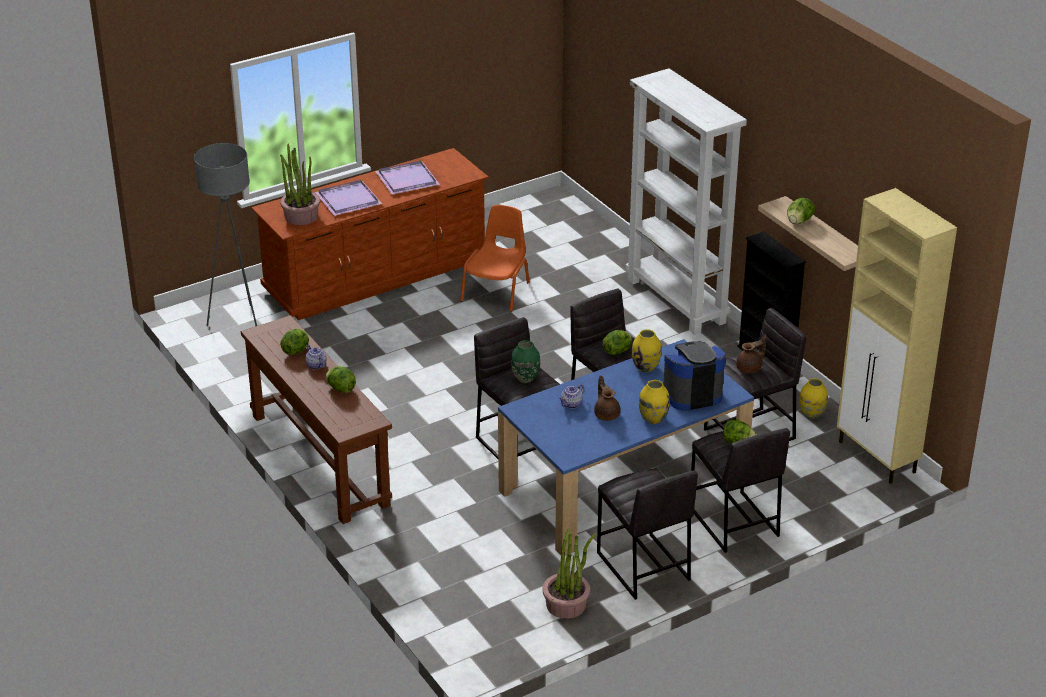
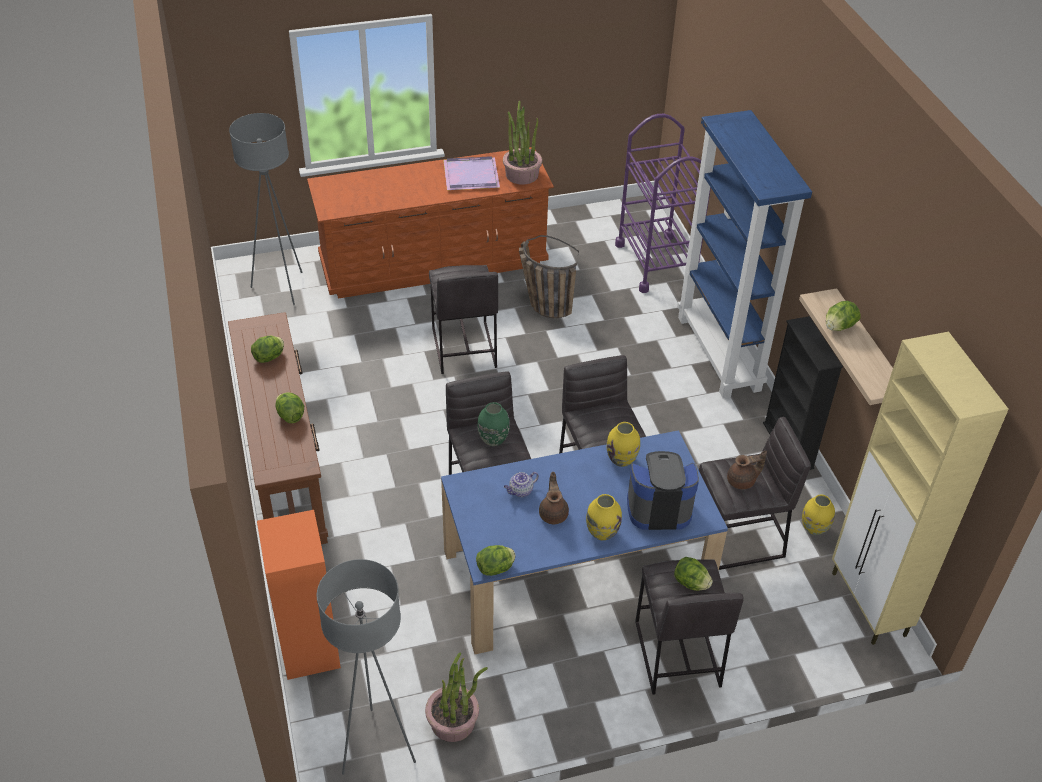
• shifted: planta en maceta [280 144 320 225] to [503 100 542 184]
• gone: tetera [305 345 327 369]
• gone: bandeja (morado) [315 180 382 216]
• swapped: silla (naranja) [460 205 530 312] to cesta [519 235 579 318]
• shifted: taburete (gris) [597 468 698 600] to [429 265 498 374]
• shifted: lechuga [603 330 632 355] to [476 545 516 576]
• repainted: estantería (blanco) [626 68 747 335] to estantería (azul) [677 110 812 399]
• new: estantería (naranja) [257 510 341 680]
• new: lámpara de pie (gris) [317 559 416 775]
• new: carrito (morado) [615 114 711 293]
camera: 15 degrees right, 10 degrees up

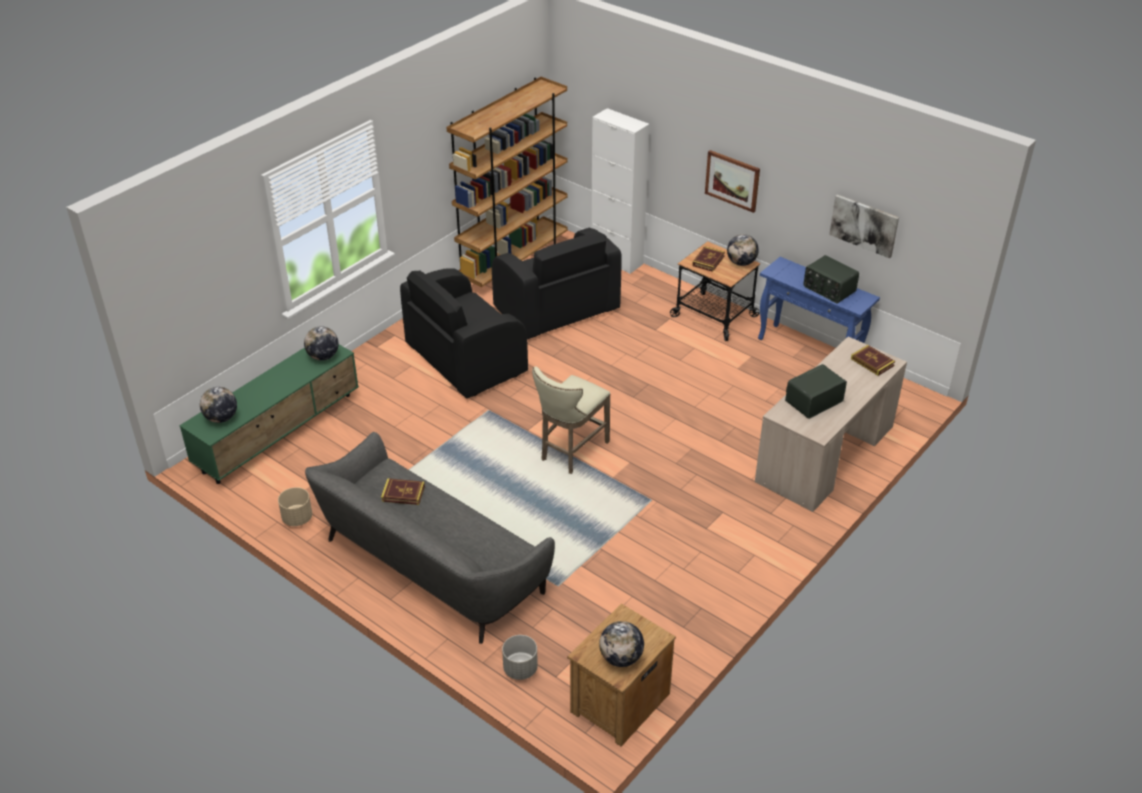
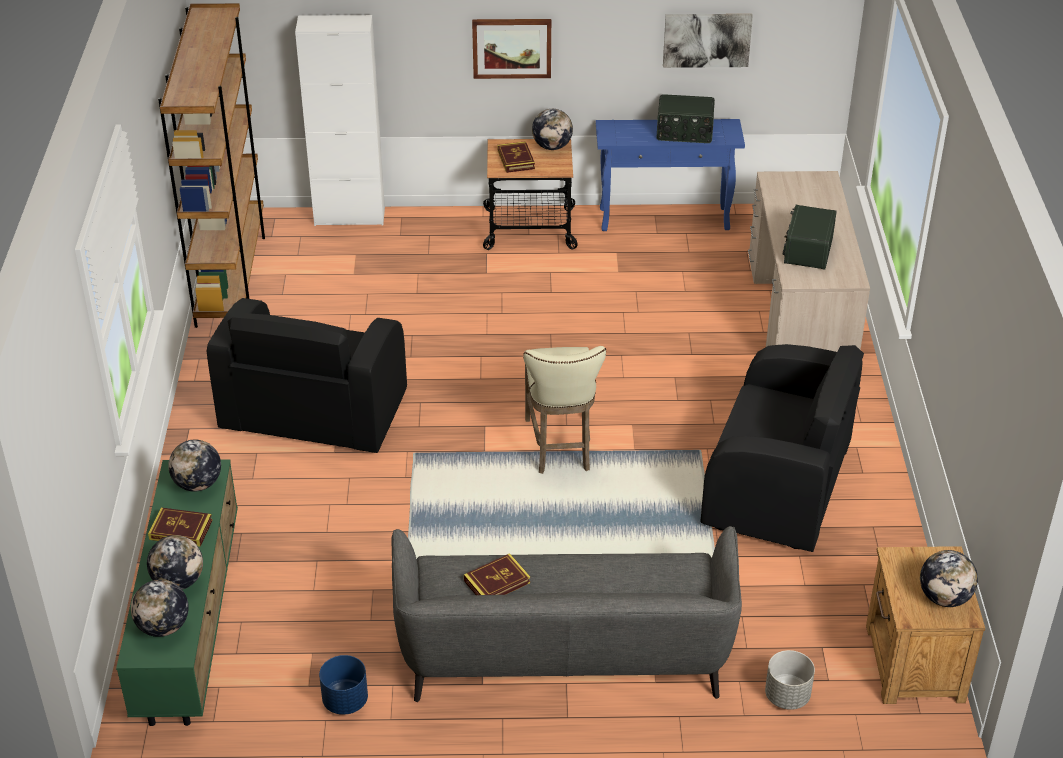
• repainted: maceta (beis) [278 487 312 526] to maceta (azul) [319 655 368 715]
• shifted: sillón (negro) [492 228 622 339] to [700 344 864 552]
• shifted: libro [851 345 895 376] to [148 507 212 547]
• new: globo terráqueo [147 535 203 590]
camera: 40 degrees left, 0 degrees up

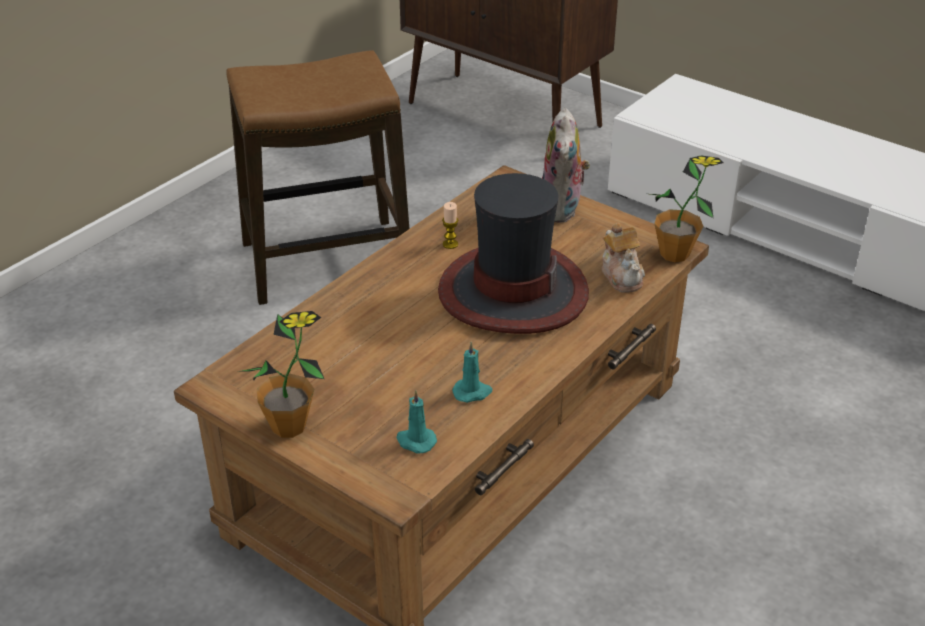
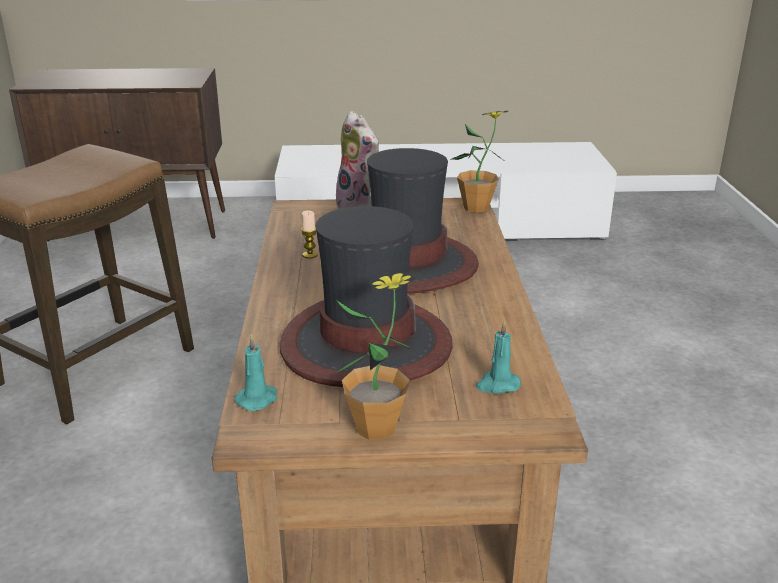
• shifted: vela (turquesa) [452 341 492 403] to [235 335 277 411]
• gone: tetera [602 223 645 293]
• new: sombrero [280 206 453 387]
camera: 40 degrees left, 10 degrees down

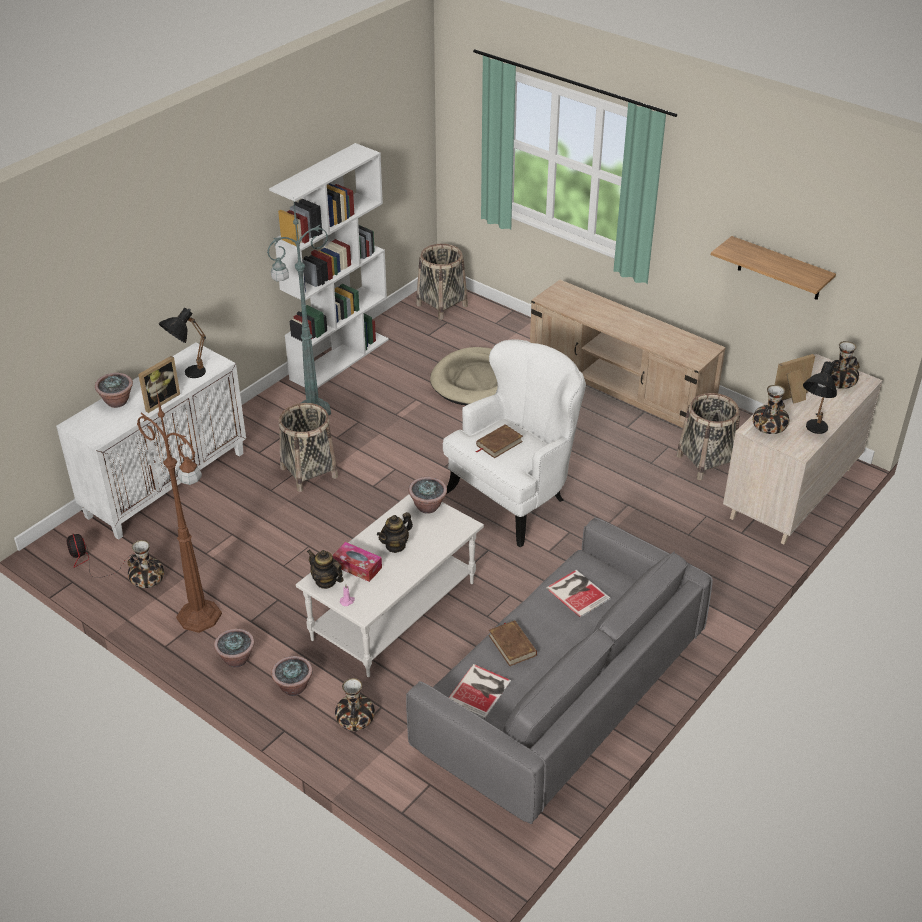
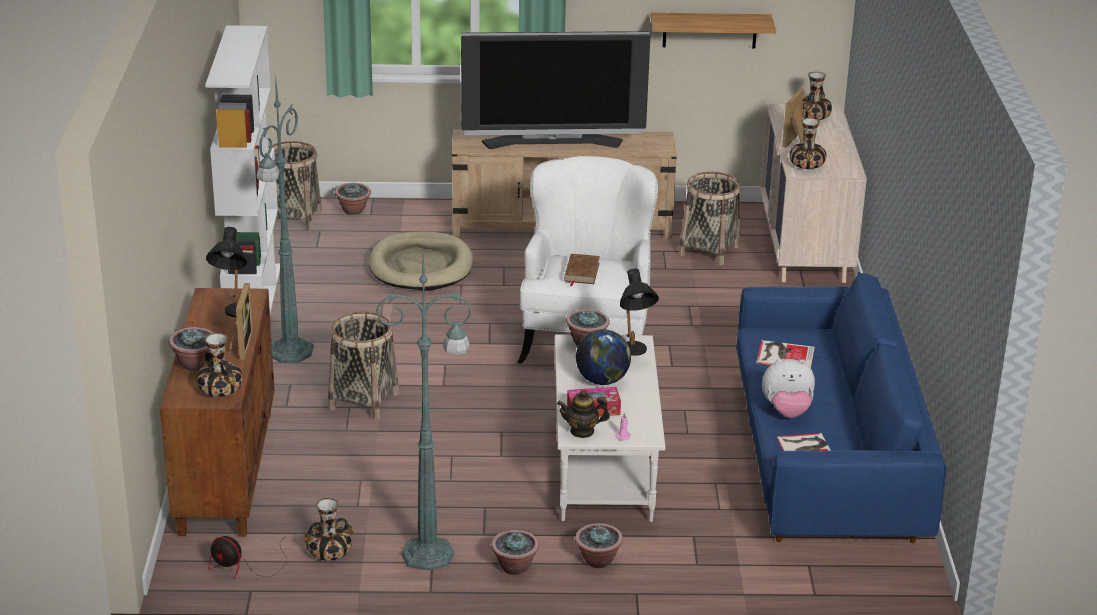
• repainted: armario (blanco) [56 342 246 540] to armario (marrón) [160 288 275 537]
• repainted: lámpara de pie (marrón) [137 389 222 633] to lámpara de pie (verde) [376 252 472 571]
• shifted: florero [335 678 375 731] to [196 333 243 397]
• swapped: tetera [377 512 413 553] to globo terráqueo [576 329 631 385]
• repainted: sofá (gris) [406 518 713 824] to sofá (azul) [736 272 946 543]
• swapped: libro (marrón) [489 620 537 666] to peluche [762 359 815 418]
• shifted: lámpara de mesa (negro) [803 362 837 434] to [620 269 659 356]
• new: planta en maceta [335 183 371 215]
• new: televisor [461 31 650 149]
camera: 40 degrees left, 10 degrees down

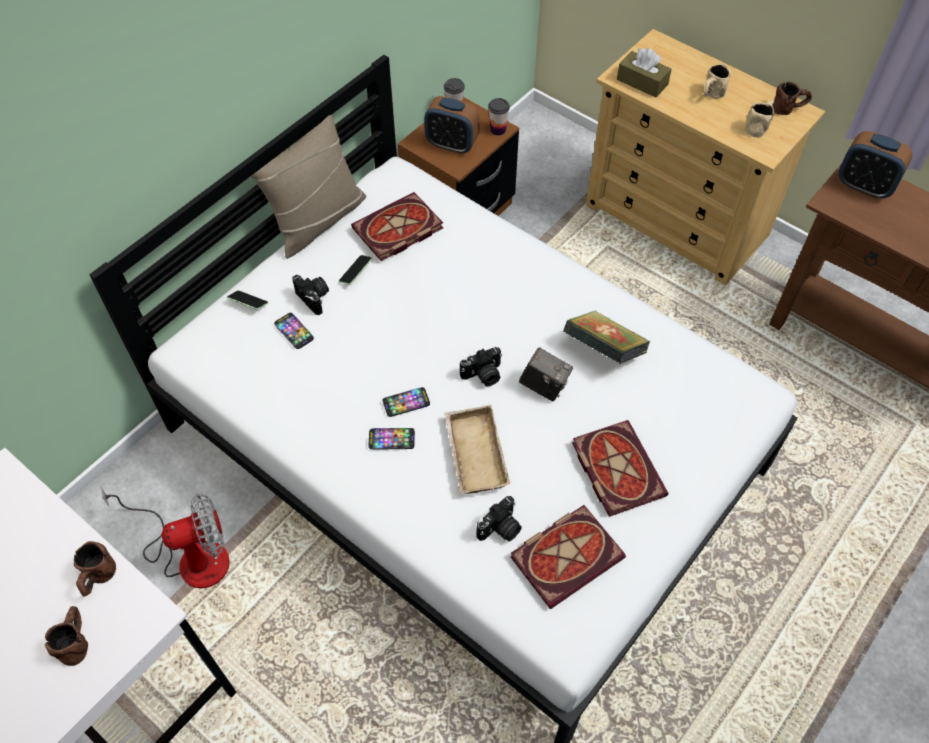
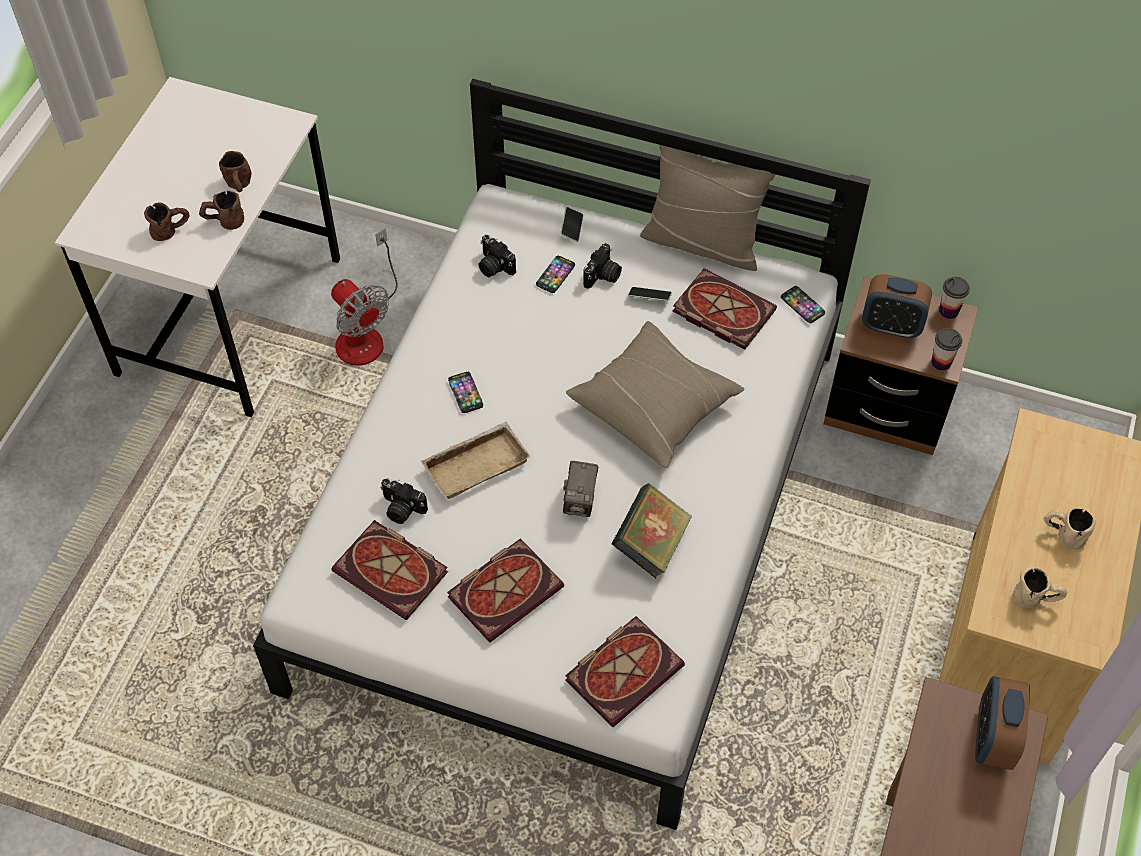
• shifted: móvil [383 387 430 417] to [781 286 825 323]
• rotated: despertador [424 96 480 154] = [862 274 932 338] 75 degrees counterclockwise
• shifted: cámara [460 347 502 386] to [479 235 516 277]
• gone: caja de pañuelos (marrón) [617 48 672 97]
• shifted: taza grande (marrón) [773 82 812 115] to [219 151 251 192]
• new: libro [565 616 685 727]
• new: cojín (beis) [566 321 745 468]
camera: 70 degrees right, 0 degrees up

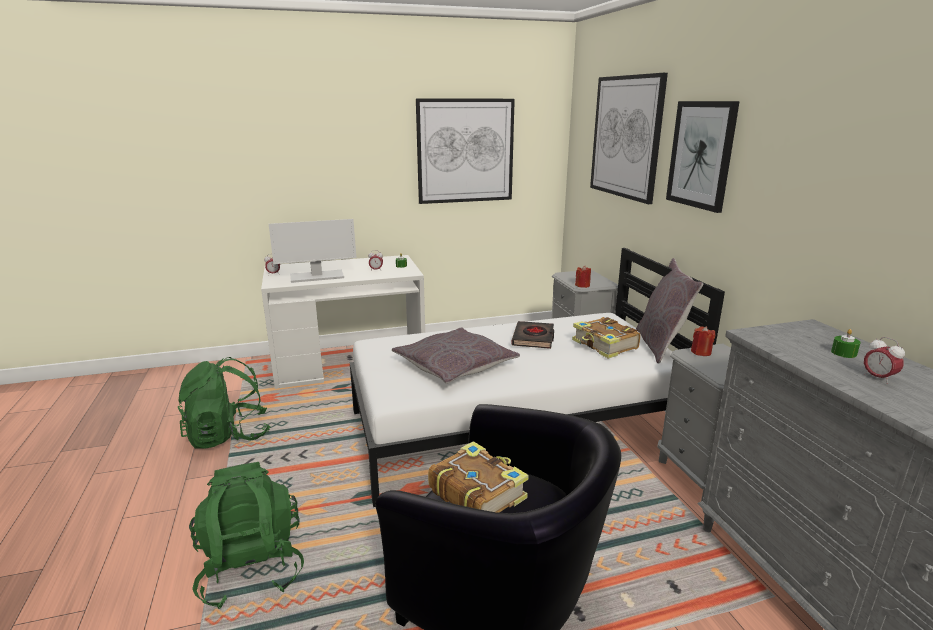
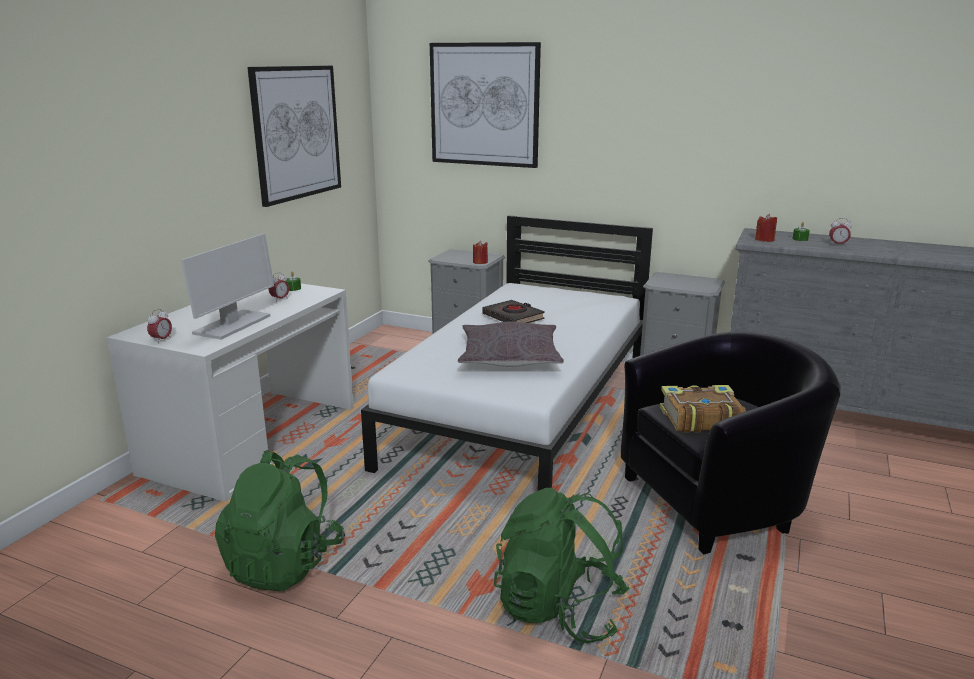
• gone: libro [572 317 640 359]
• gone: cojín (gris) [636 258 703 363]
• gone: cuadro [666 101 740 213]
• shifted: vela (rojo) [691 326 715 356] to [755 214 777 242]
camera: 50 degrees left, 0 degrees up

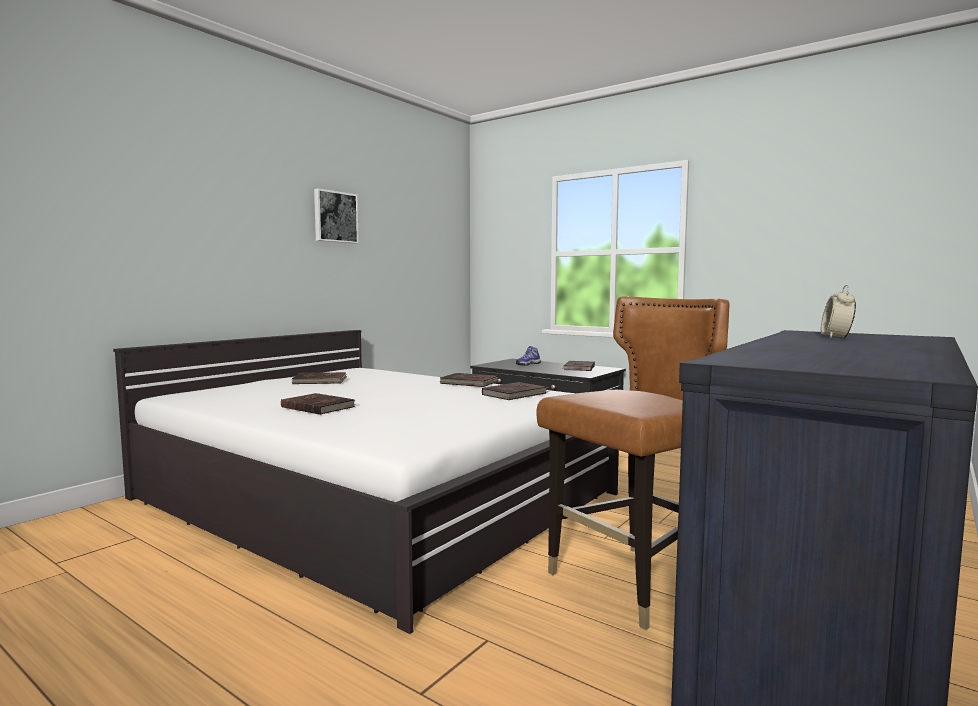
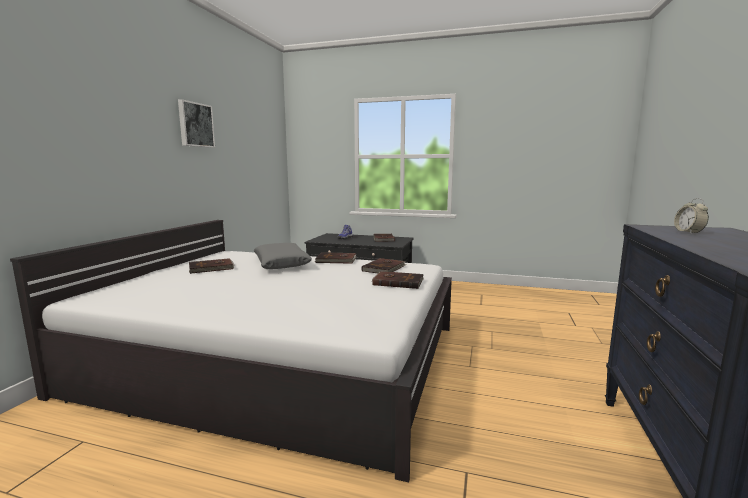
• shifted: libro (marrón) [281 393 355 415] to [372 271 424 289]
• gone: silla (marrón) [536 296 730 630]
• new: cojín (gris) [254 243 312 269]
camera: 20 degrees left, 5 degrees up

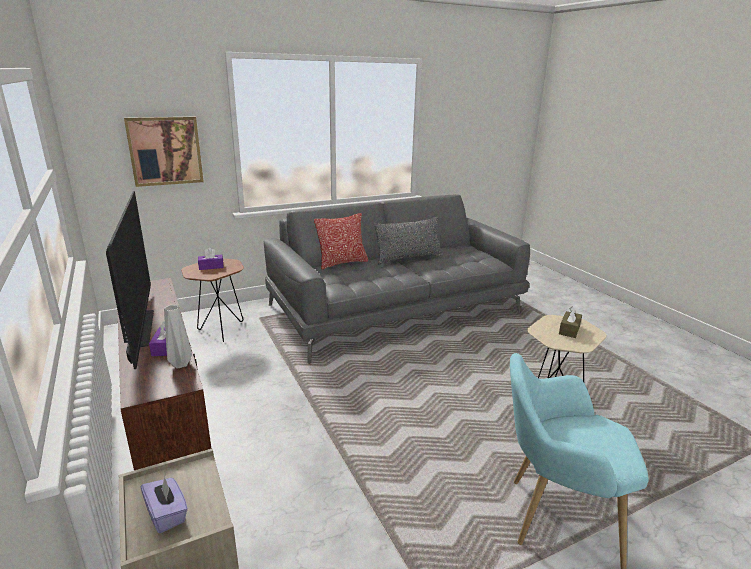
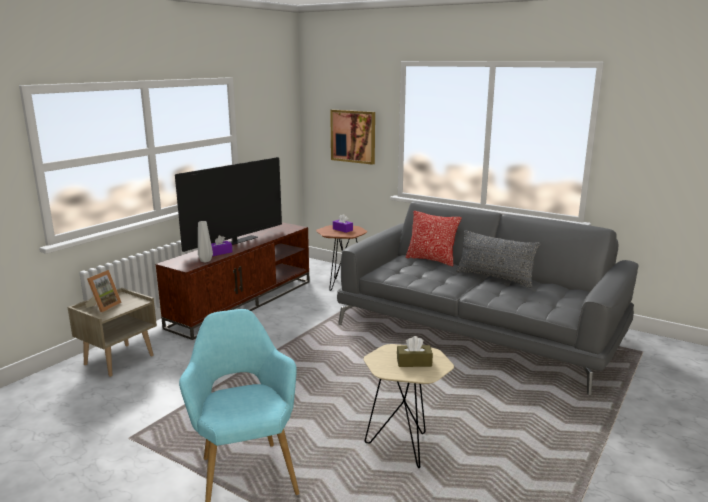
• swapped: caja de pañuelos (morado) [141 477 188 533] to portarretratos [85 270 122 312]
camera: 60 degrees right, 5 degrees down

